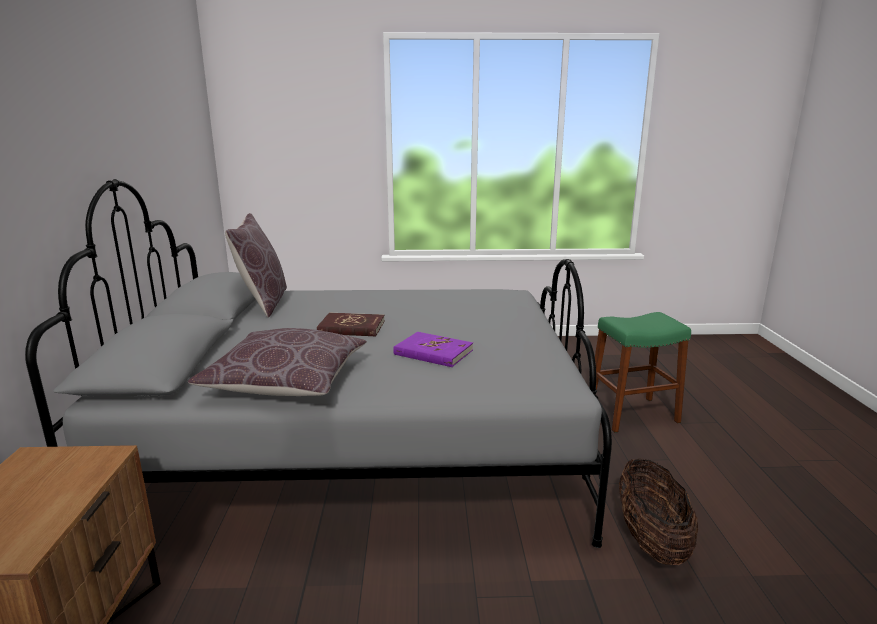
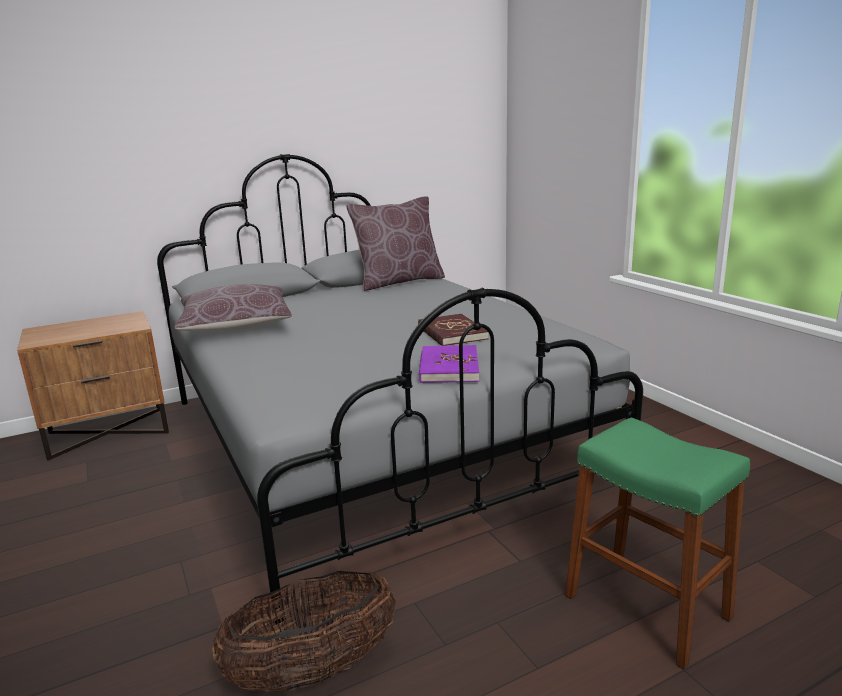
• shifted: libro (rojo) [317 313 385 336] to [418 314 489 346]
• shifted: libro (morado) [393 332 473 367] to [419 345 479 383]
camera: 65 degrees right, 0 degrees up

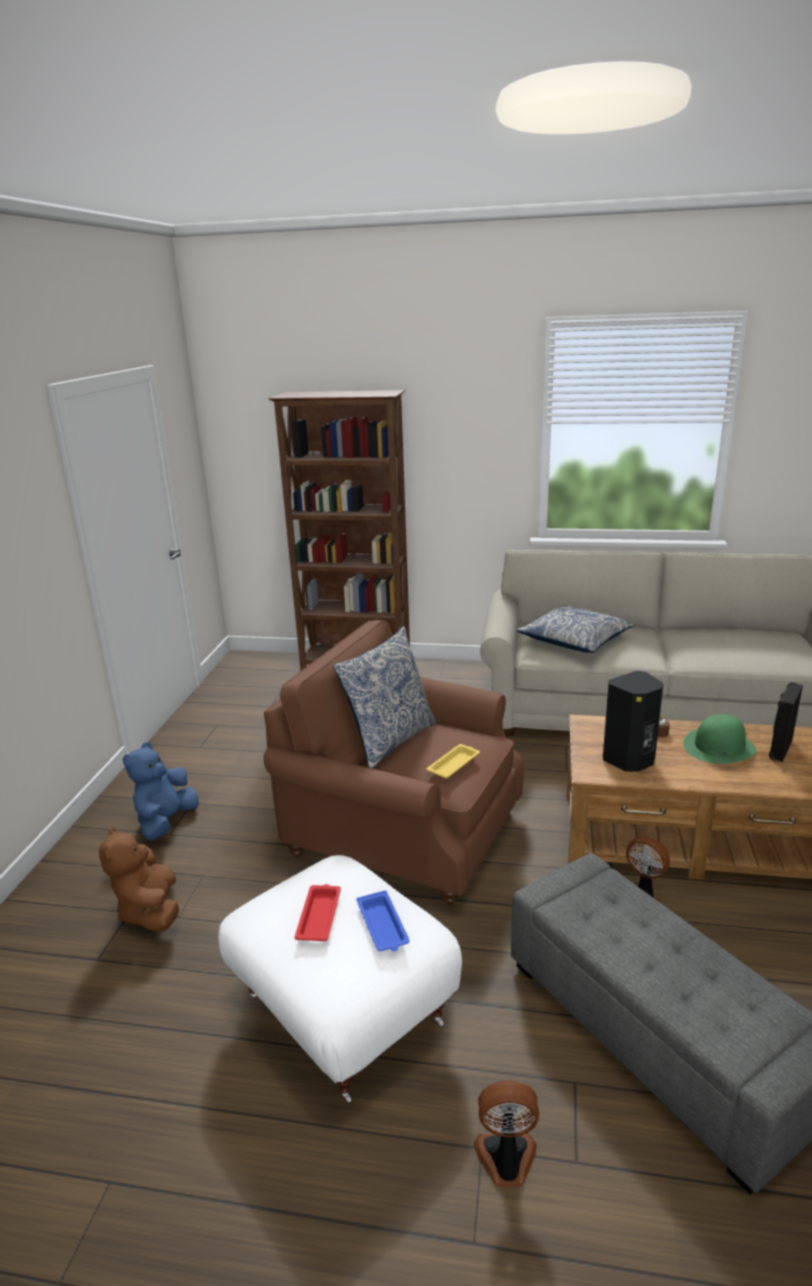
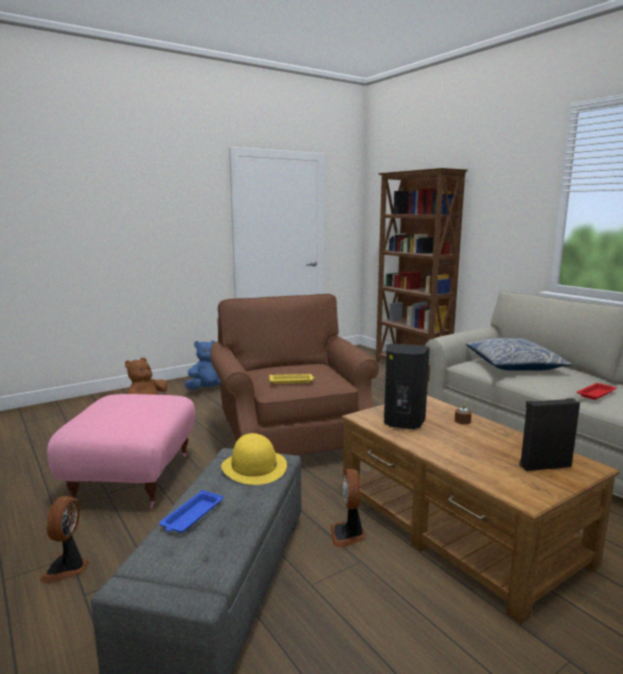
• repainted: puf (blanco) [218 855 462 1102] to puf (rosa) [47 394 195 509]
• shifted: bandeja (rojo) [295 884 341 941] to [577 383 617 400]
• gone: cojín [333 626 437 769]
• shifted: bandeja (azul) [357 890 410 951] to [159 490 223 533]
• rotated: ventilador [474 1080 540 1187] = [40 496 89 583] 135 degrees counterclockwise
• gone: sombrero (verde) [683 714 756 764]
• new: sombrero (amarillo) [221 433 287 485]
camera: 45 degrees right, 10 degrees down

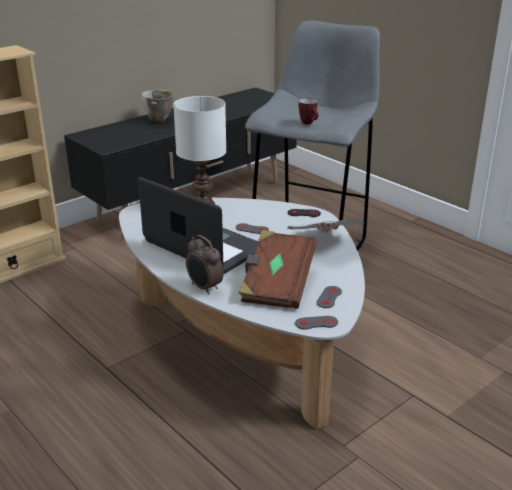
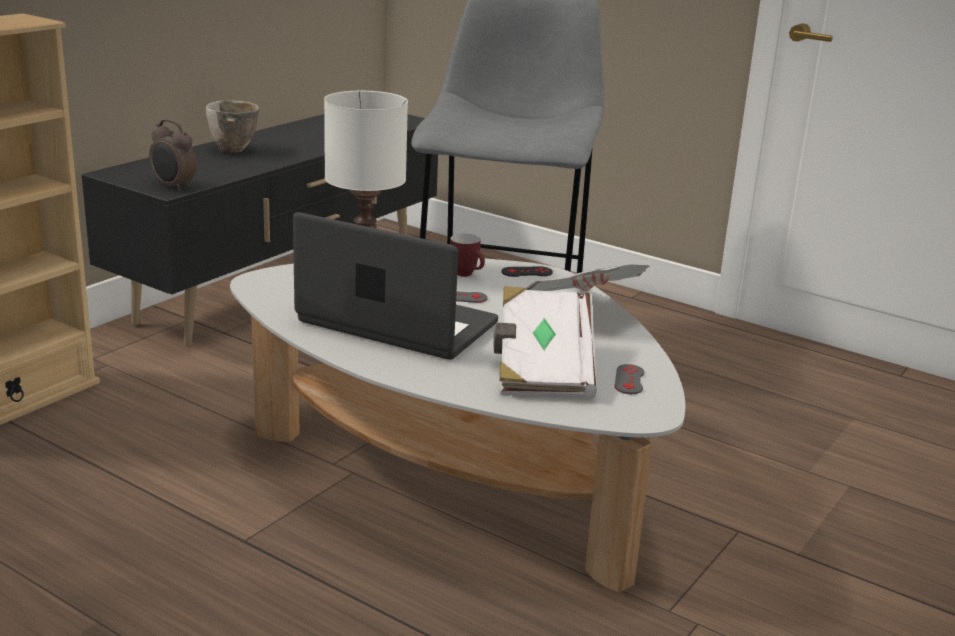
• shifted: despertador [186 235 223 295] to [149 119 197 191]
• repainted: libro (marrón) [238 230 317 309] to libro (blanco) [494 286 597 398]
• gone: mando de consola (gris) [295 316 338 330]
• shifted: taza grande [299 98 318 125] to [450 234 485 277]
camera: 15 degrees left, 5 degrees down

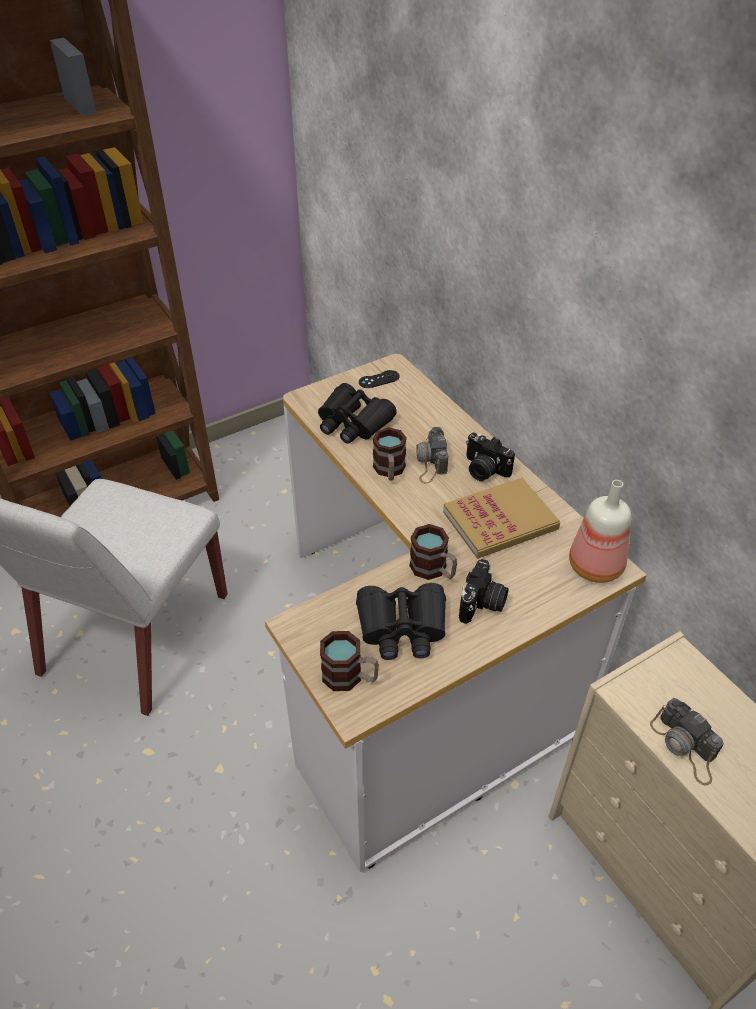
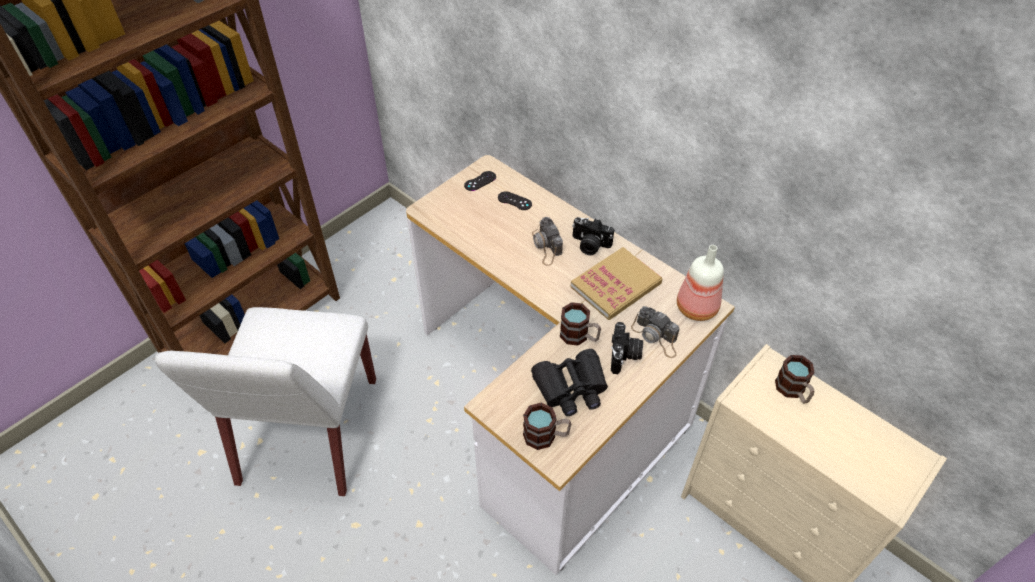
• gone: prismáticos (negro) [318 383 397 444]
• shifted: taza grande [373 427 407 481] to [775 355 815 404]
• shifted: cámara [650 698 724 786] to [631 306 680 358]
• new: mando de consola (negro) [498 191 532 210]
camera: 15 degrees left, 5 degrees up

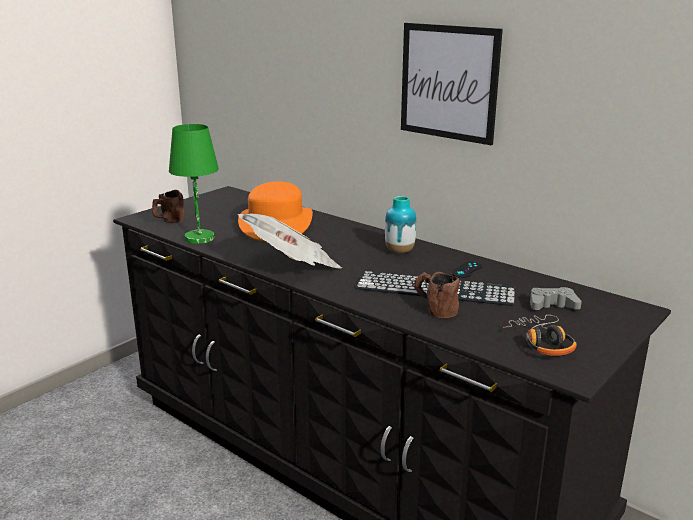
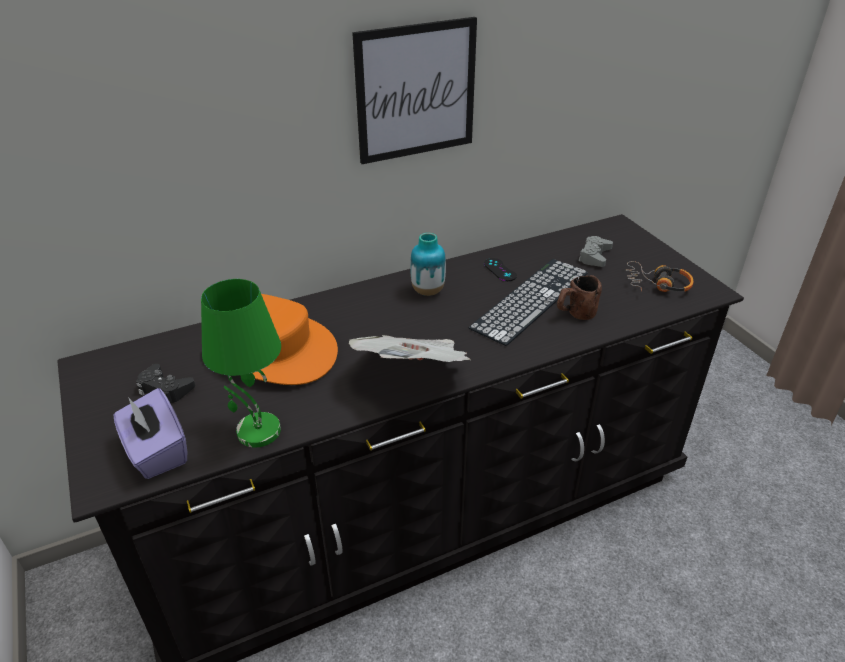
• swapped: taza grande (marrón) [152 190 184 223] to caja de pañuelos (morado) [113 388 187 479]
• new: mando de consola (negro) [136 364 195 403]
camera: 65 degrees left, 15 degrees up

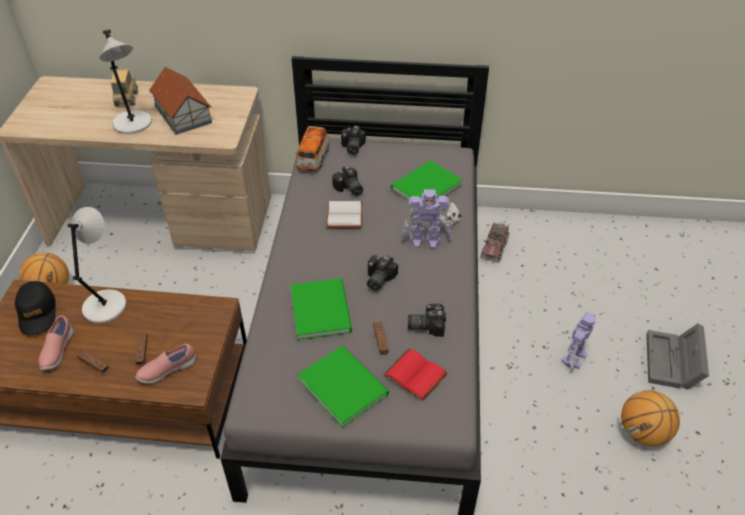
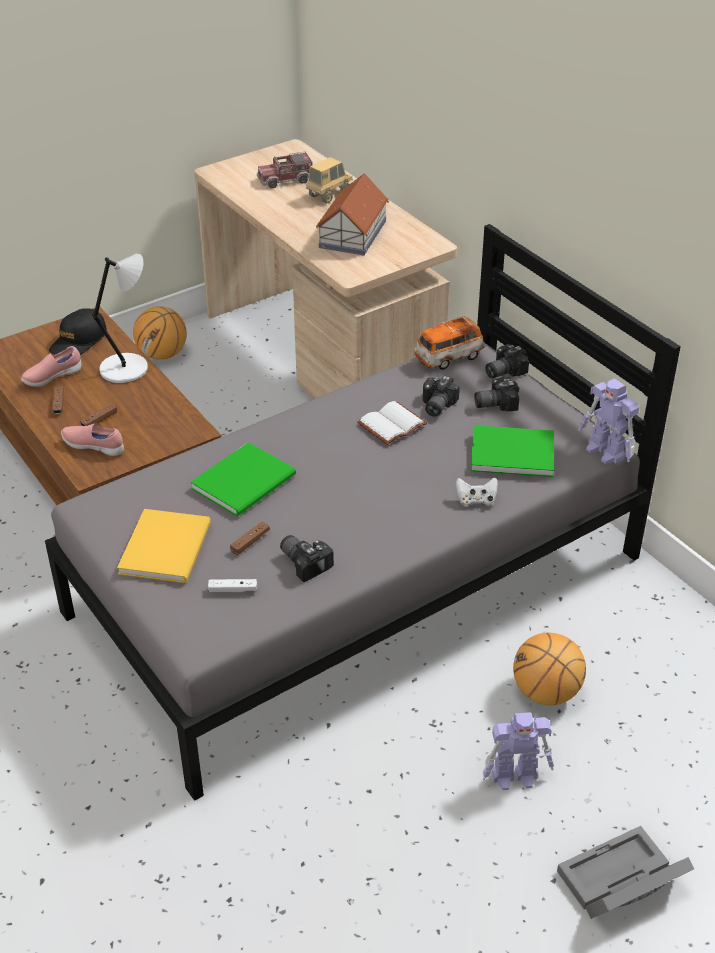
• gone: lámpara de mesa (gris) [100 29 152 134]
• repainted: libro (verde) [297 346 389 428] to libro (amarillo) [117 509 211 583]
• shifted: cámara [367 255 398 291] to [474 377 519 412]
• swapped: libro (rojo) [384 348 448 401] to mando de consola (blanco) [208 579 257 593]
• shifted: robot de juguete [401 189 452 249] to [578 378 639 464]
• shifted: camión de juguete [480 223 510 263] to [257 152 312 188]
• shifted: balón de baloncesto [621 390 680 447] to [513 633 586 705]
camera: 50 degrees right, 5 degrees down

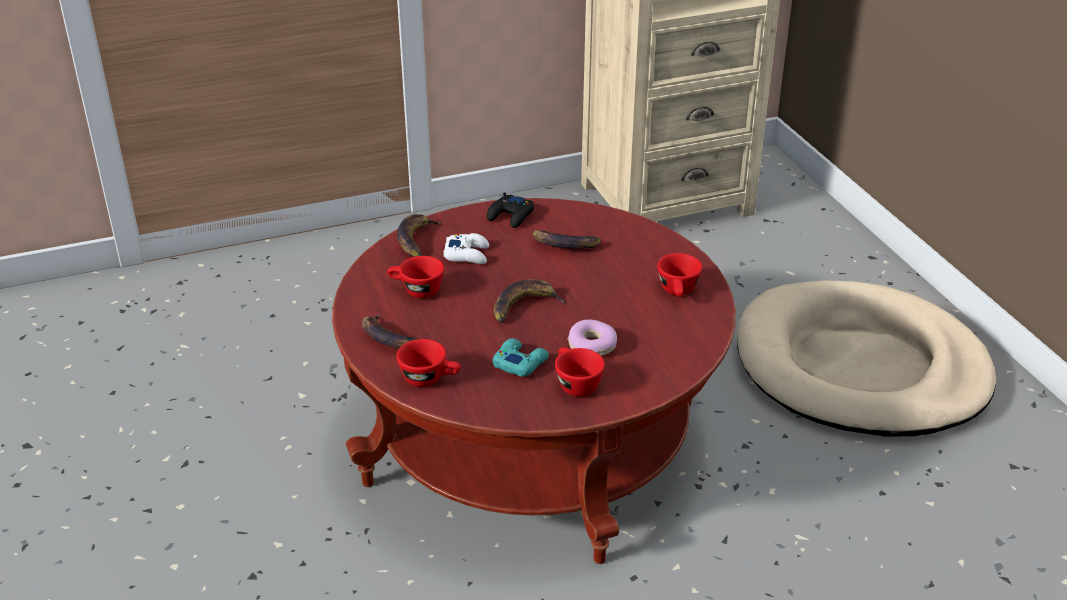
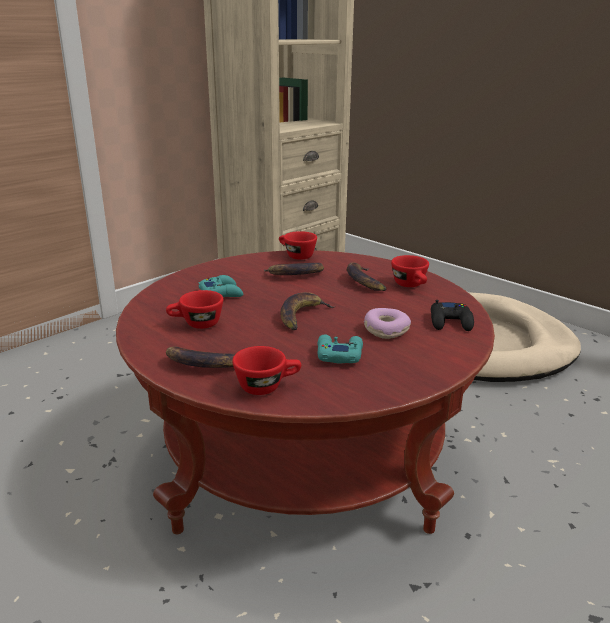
• shifted: plátano [397 214 443 257] to [347 262 386 291]
• repainted: mando de consola (blanco) [443 233 489 264] to mando de consola (turquesa) [198 275 243 297]
• shifted: mando de consola (negro) [487 192 534 228] to [431 300 474 331]
• shifted: taza (rojo) [555 347 605 397] to [279 231 317 260]
camera: 25 degrees left, 10 degrees down

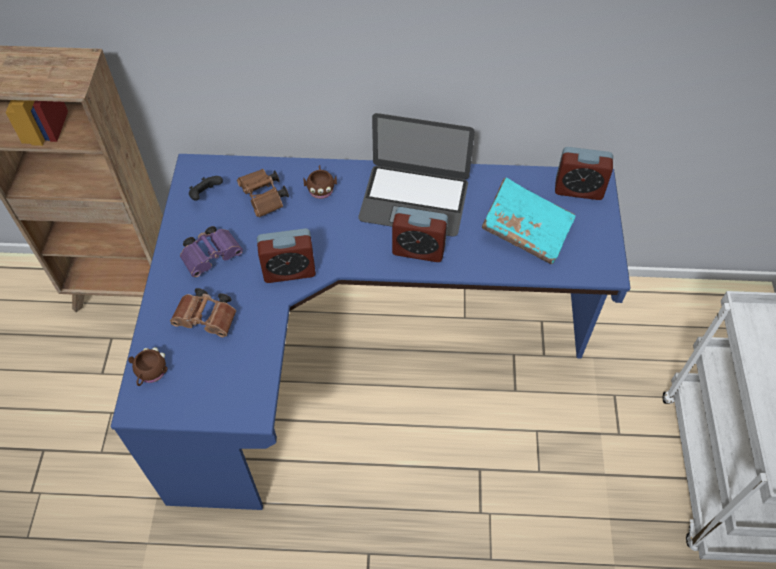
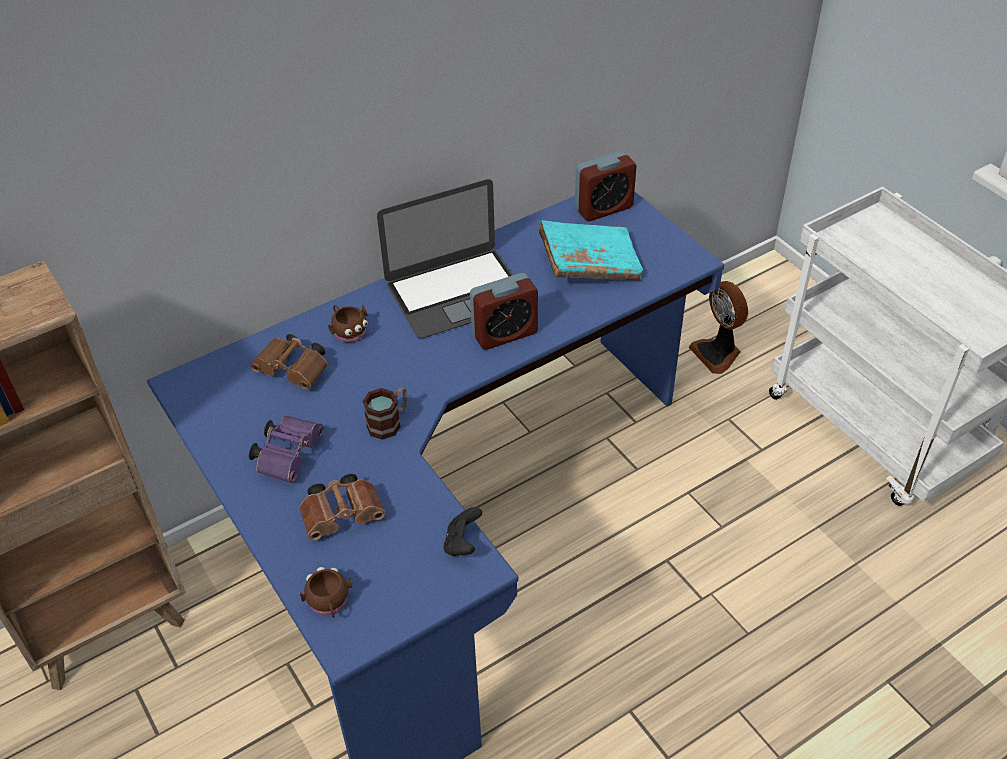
• shifted: mando de consola (negro) [189 176 223 200] to [444 507 482 556]
• swapped: despertador [257 229 316 283] to taza grande [363 386 407 440]
• new: ventilador [689 281 748 374]
camera: 35 degrees left, 10 degrees down

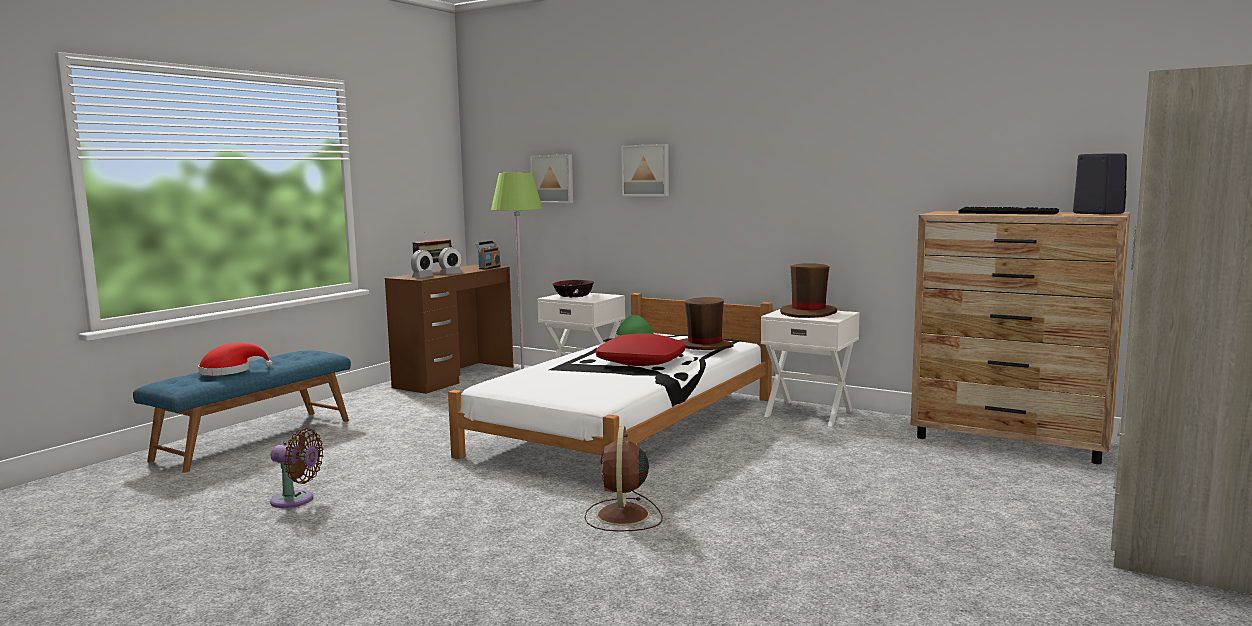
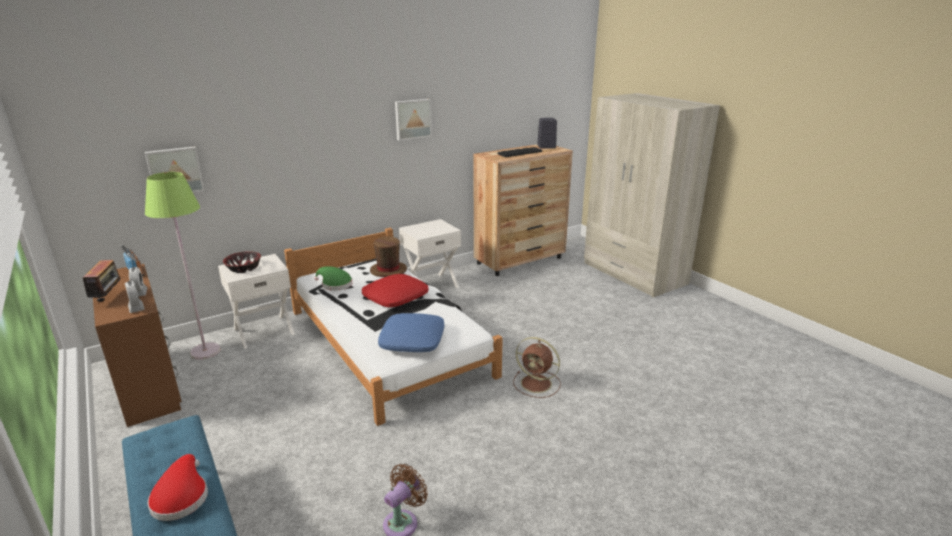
• shifted: cuadro [621 144 669 196] to [395 99 432 141]
• gone: sombrero (marrón) [780 263 837 318]
• new: cojín (azul) [378 313 444 352]
camera: 65 degrees left, 15 degrees up

